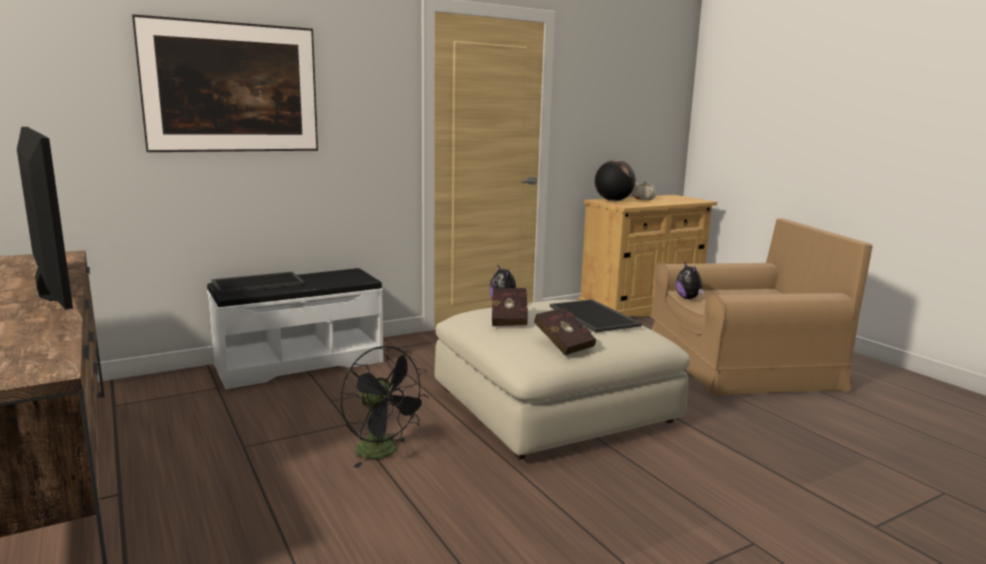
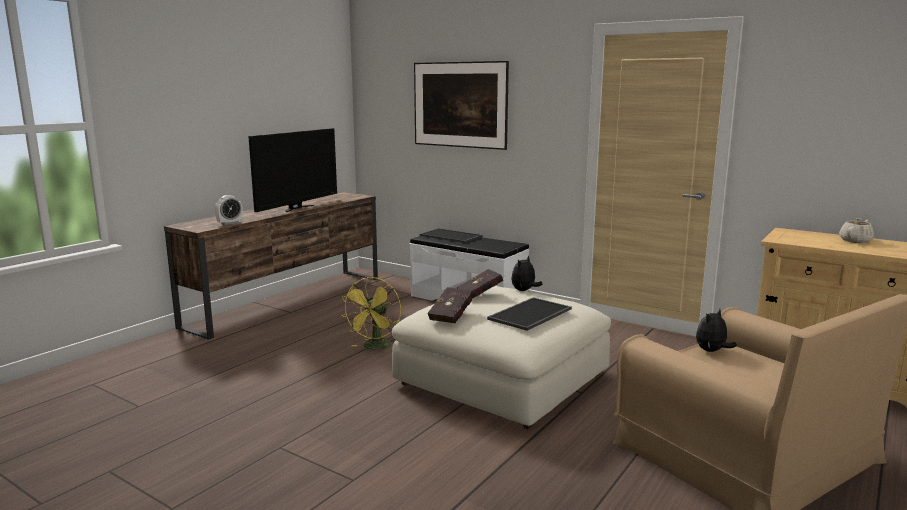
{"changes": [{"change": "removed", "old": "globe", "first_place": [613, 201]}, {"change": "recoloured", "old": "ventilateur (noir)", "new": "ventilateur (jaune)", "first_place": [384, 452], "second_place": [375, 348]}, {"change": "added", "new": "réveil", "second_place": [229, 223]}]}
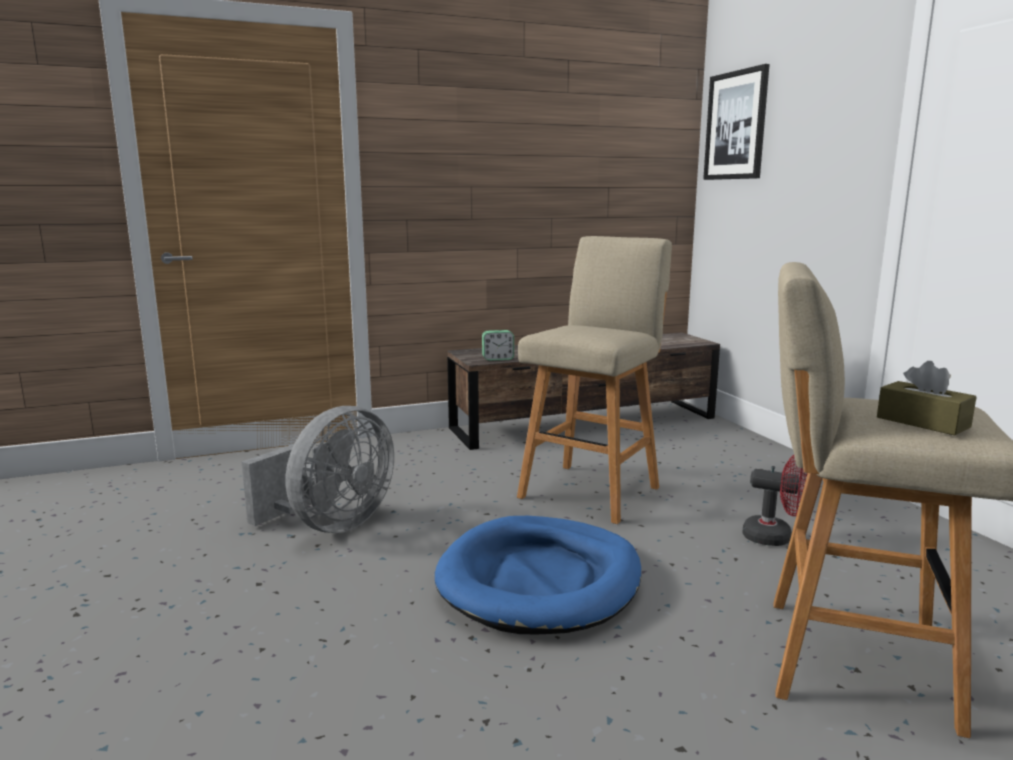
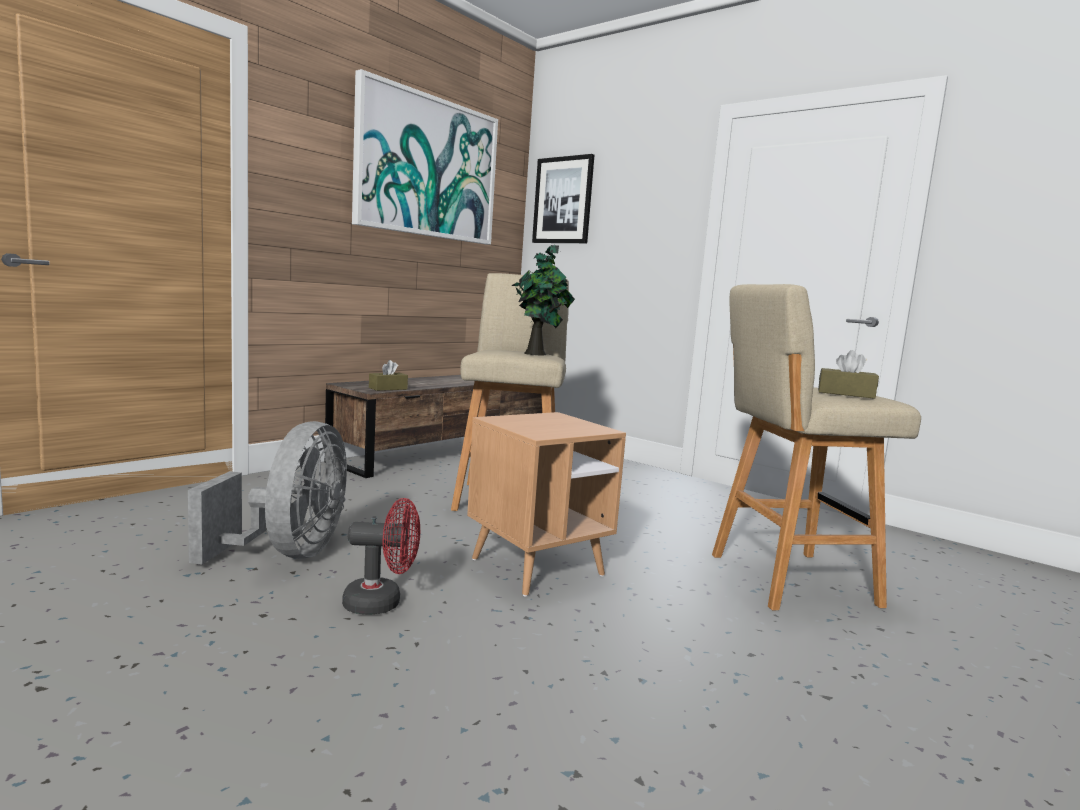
{"changes": [{"change": "replaced", "old": "réveil", "new": "boîte à mouchoirs (marron)", "first_place": [498, 359], "second_place": [388, 388]}, {"change": "moved", "old": "ventilateur (rouge)", "first_place": [775, 537], "second_place": [382, 603]}, {"change": "replaced", "old": "panier pour chien (bleu)", "new": "table d'appoint (marron)", "first_place": [540, 580], "second_place": [537, 567]}, {"change": "added", "new": "tableau", "second_place": [428, 167]}, {"change": "added", "new": "plante en pot", "second_place": [537, 354]}]}
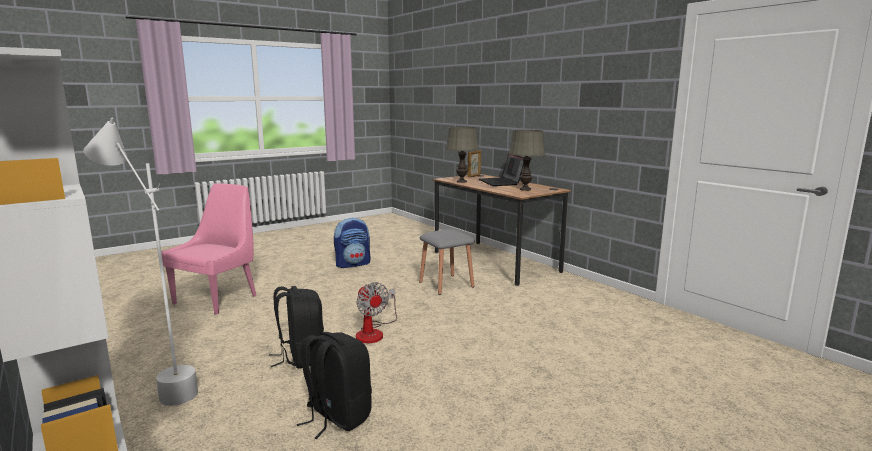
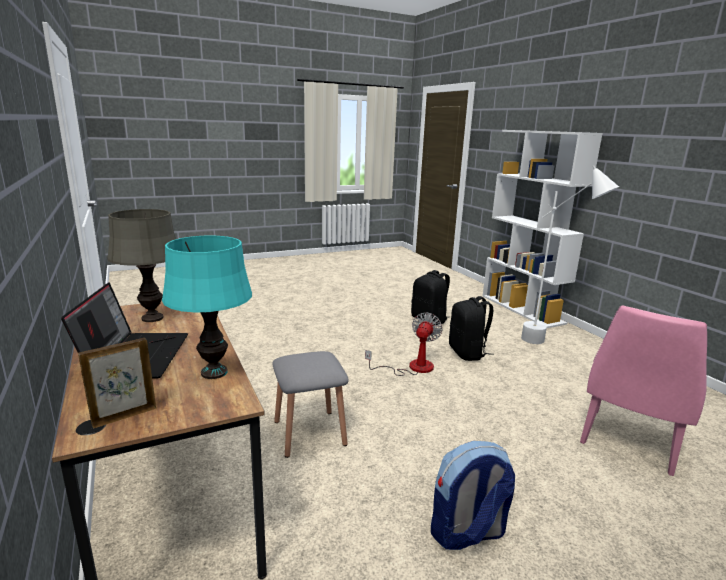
{"changes": [{"change": "recoloured", "old": "lampe de table (gris)", "new": "lampe de table (turquoise)", "first_place": [461, 181], "second_place": [214, 373]}, {"change": "turned", "old": "ventilateur", "first_place": [374, 332], "second_place": [412, 368], "degrees": 45}]}
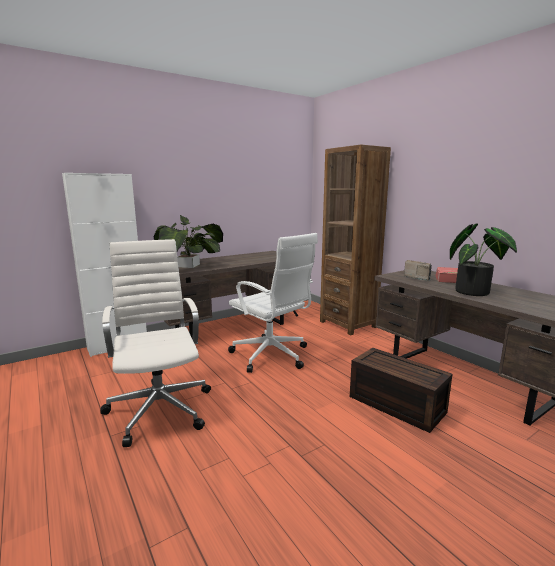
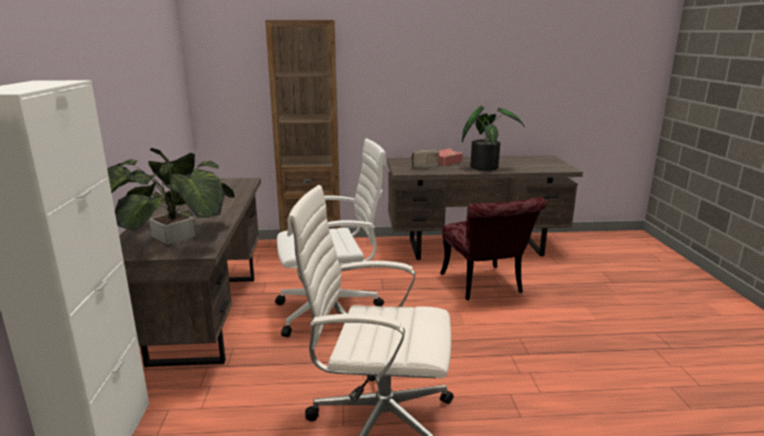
{"changes": [{"change": "replaced", "old": "boîte de rangement (marron)", "new": "chaise (rouge)", "first_place": [394, 404], "second_place": [485, 287]}]}
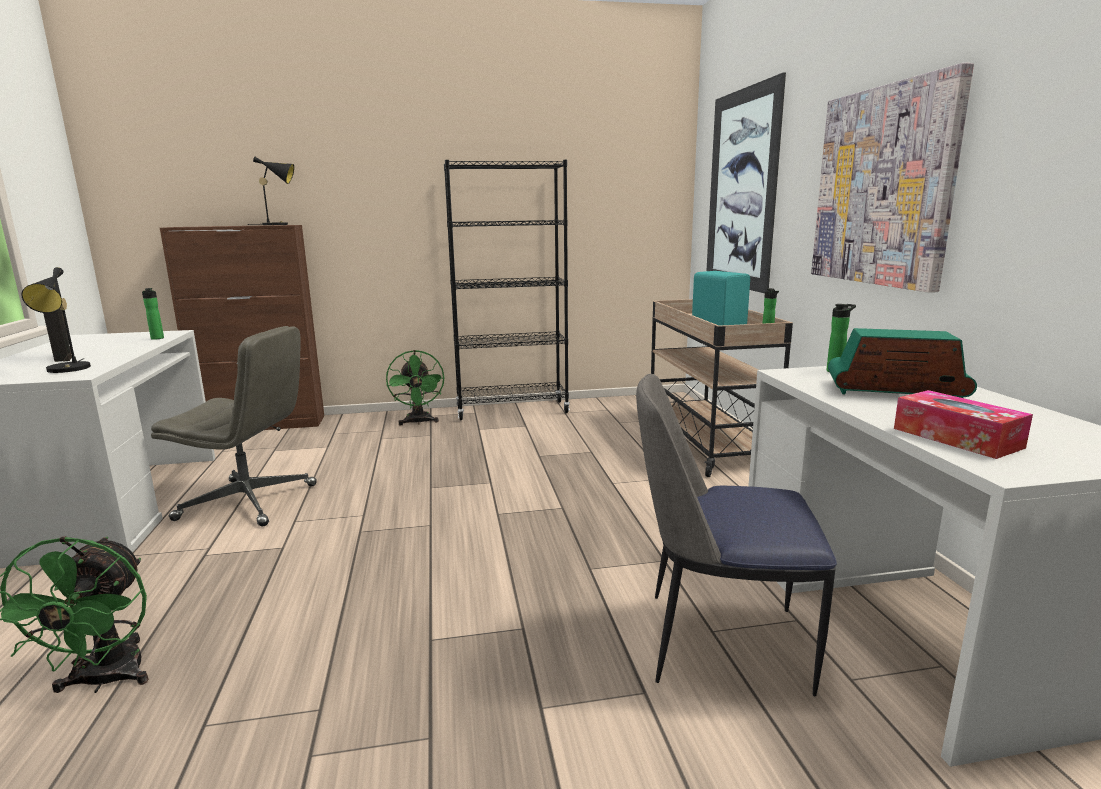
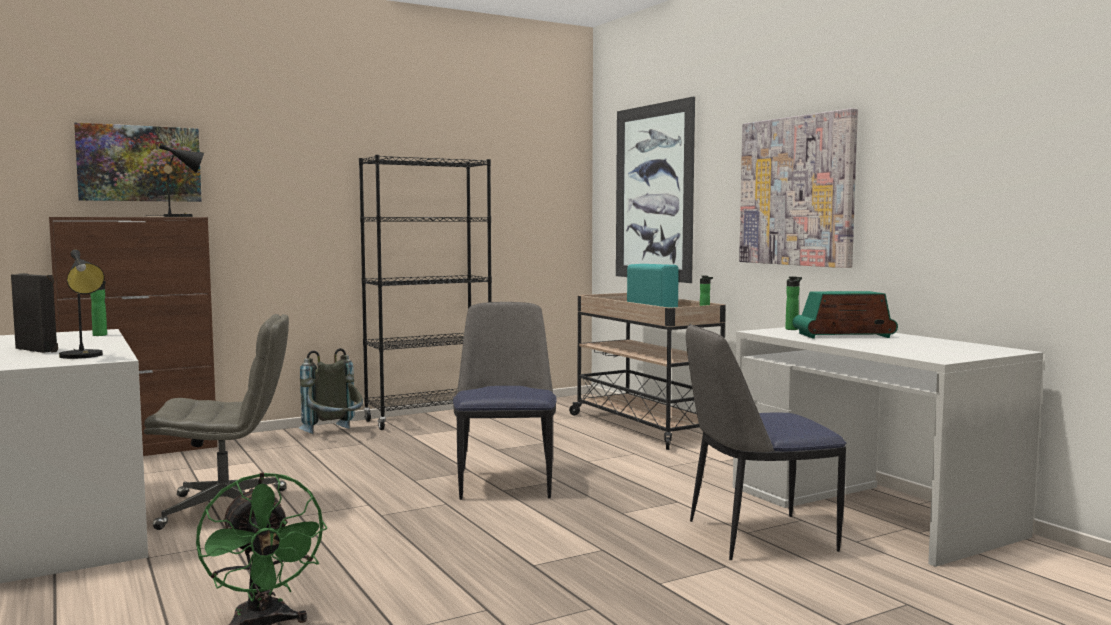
{"changes": [{"change": "replaced", "old": "ventilateur (vert)", "new": "sac à dos (gris)", "first_place": [418, 422], "second_place": [335, 435]}, {"change": "removed", "old": "boîte à mouchoirs", "first_place": [956, 438]}, {"change": "added", "new": "tableau", "second_place": [139, 163]}, {"change": "added", "new": "chaise", "second_place": [505, 482]}]}
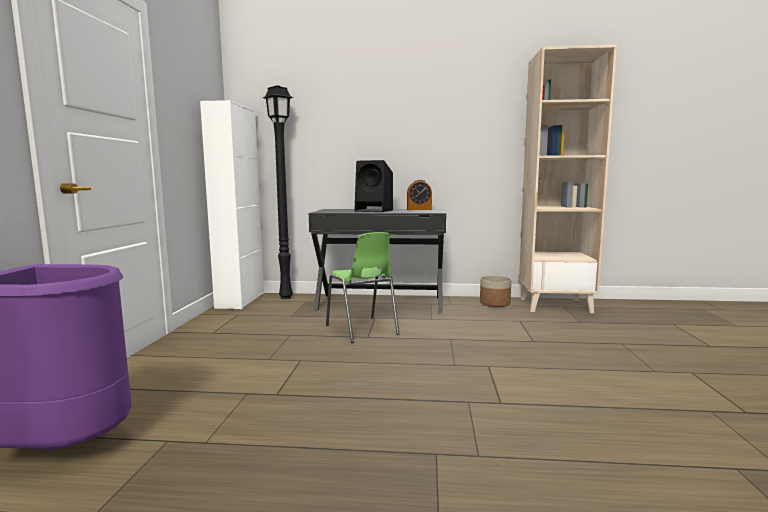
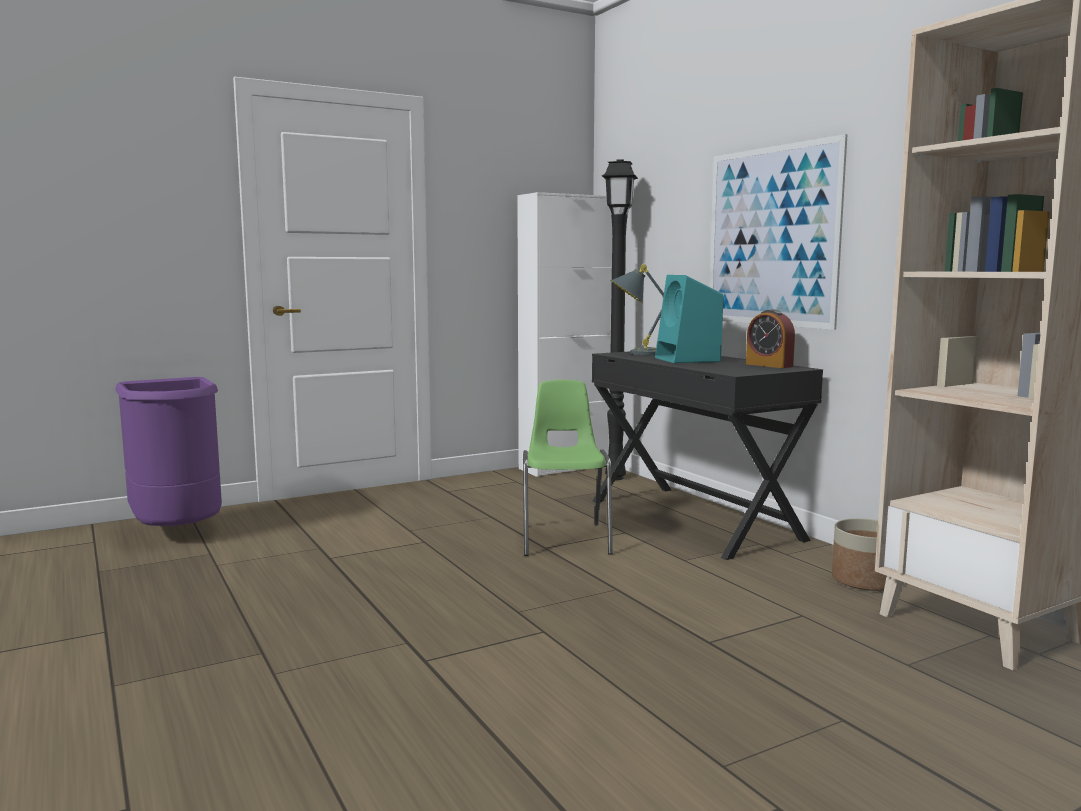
{"changes": [{"change": "recoloured", "old": "enceinte (noir)", "new": "enceinte (turquoise)", "first_place": [375, 211], "second_place": [688, 360]}, {"change": "turned", "old": "chaise (vert)", "first_place": [362, 330], "second_place": [565, 539], "degrees": 150}, {"change": "added", "new": "tableau", "second_place": [771, 236]}, {"change": "added", "new": "lampe de table (gris)", "second_place": [633, 353]}]}
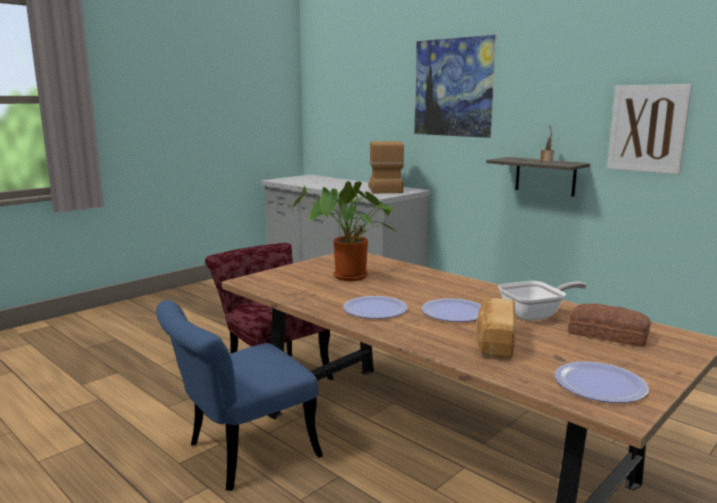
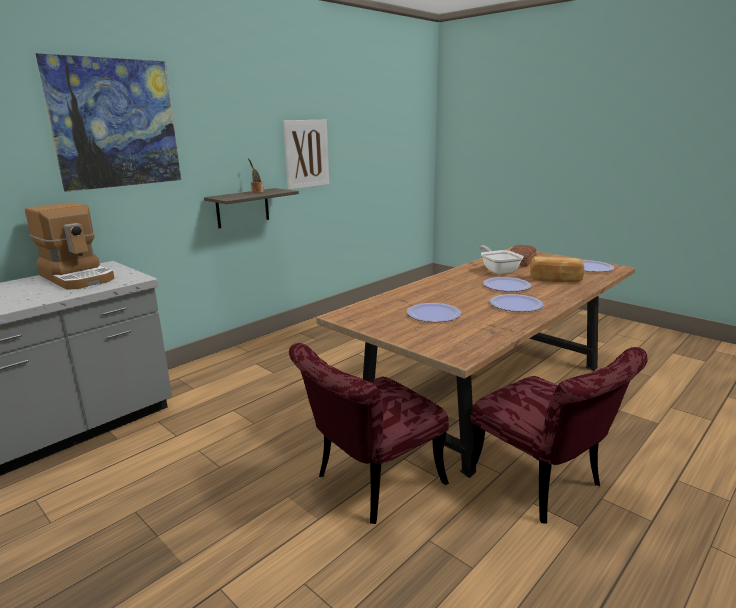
{"changes": [{"change": "turned", "old": "machine à café", "first_place": [384, 189], "second_place": [78, 277], "degrees": -135}, {"change": "replaced", "old": "plante en pot", "new": "assiette", "first_place": [348, 278], "second_place": [433, 314]}, {"change": "recoloured", "old": "chaise (bleu)", "new": "chaise (rouge)", "first_place": [240, 454], "second_place": [544, 486]}]}
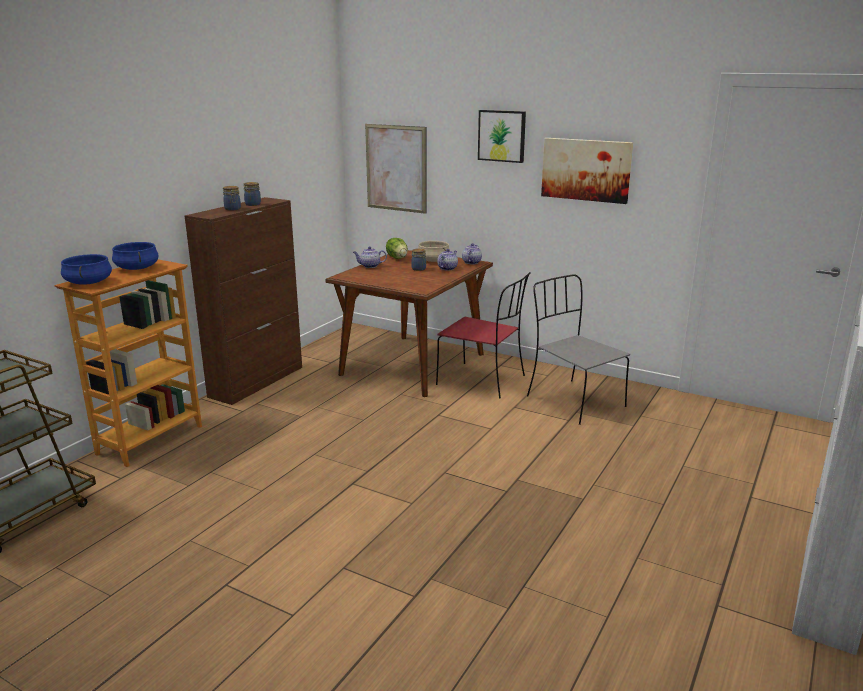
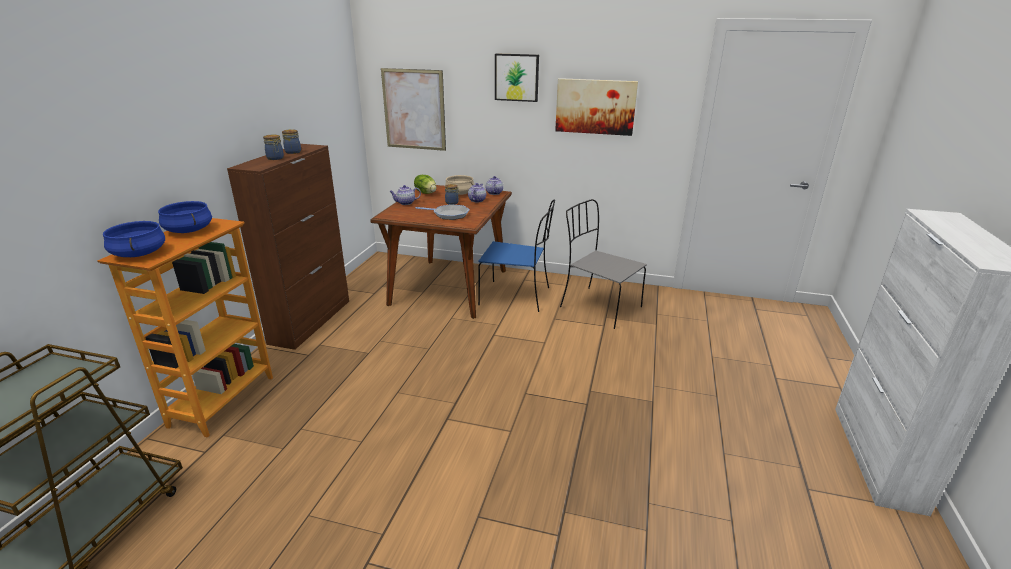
{"changes": [{"change": "recoloured", "old": "chaise (rouge)", "new": "chaise (bleu)", "first_place": [483, 381], "second_place": [516, 296]}, {"change": "added", "new": "poêle", "second_place": [449, 215]}]}
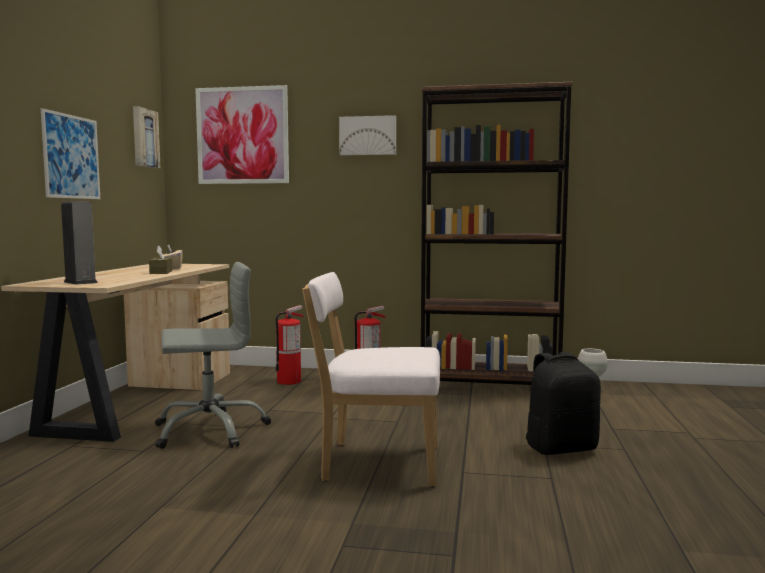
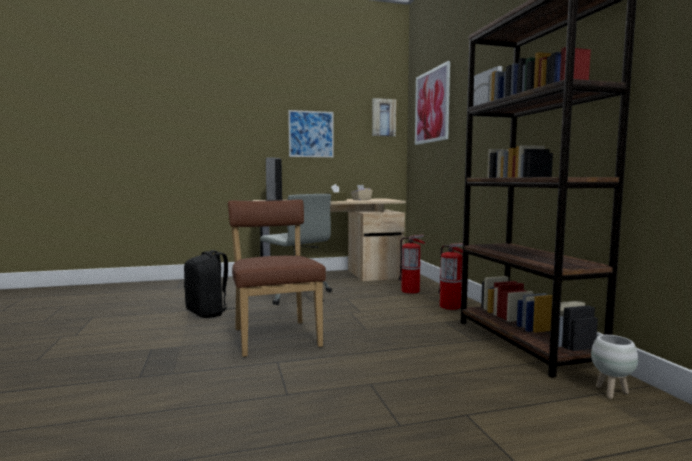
{"changes": [{"change": "recoloured", "old": "chaise (blanc)", "new": "chaise (marron)", "first_place": [375, 463], "second_place": [275, 336]}, {"change": "moved", "old": "sac à dos (noir)", "first_place": [561, 448], "second_place": [208, 313]}]}
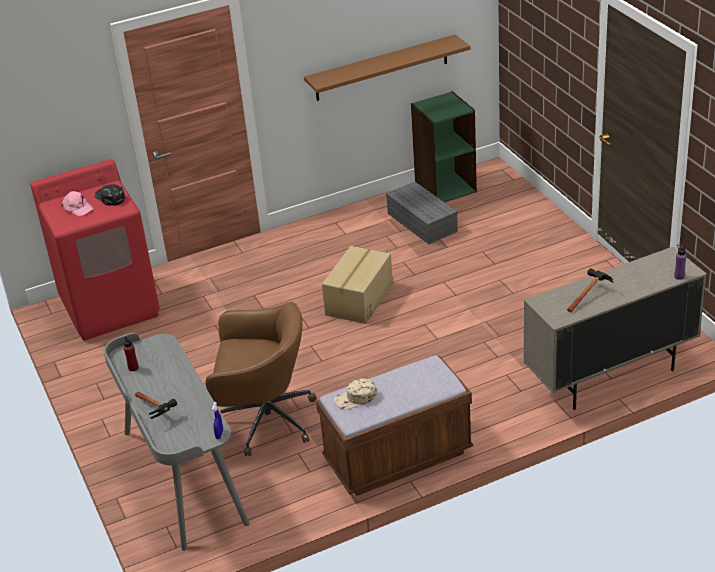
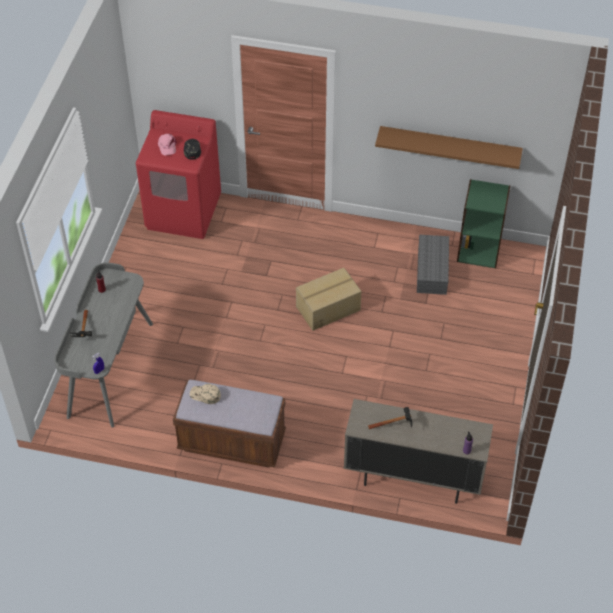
{"changes": [{"change": "removed", "old": "chaise de bureau (marron)", "first_place": [264, 420]}]}
